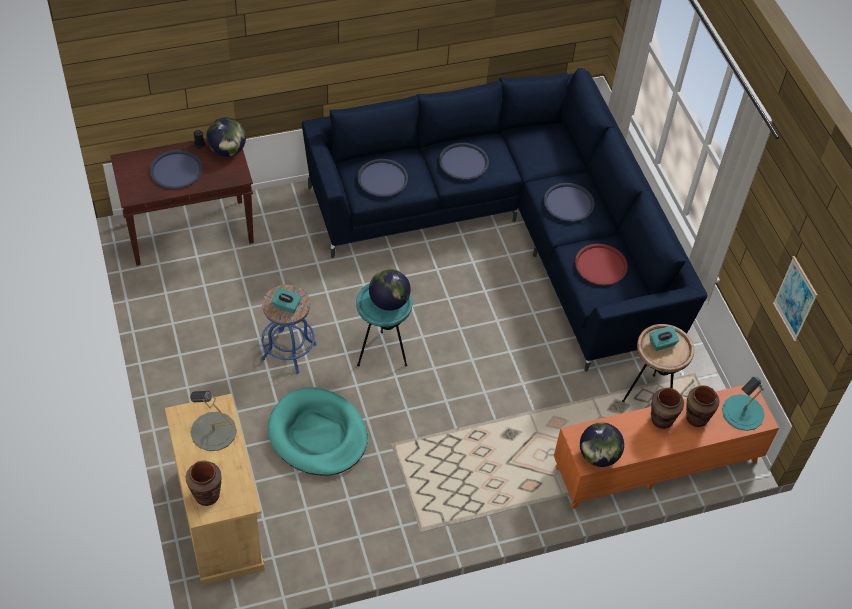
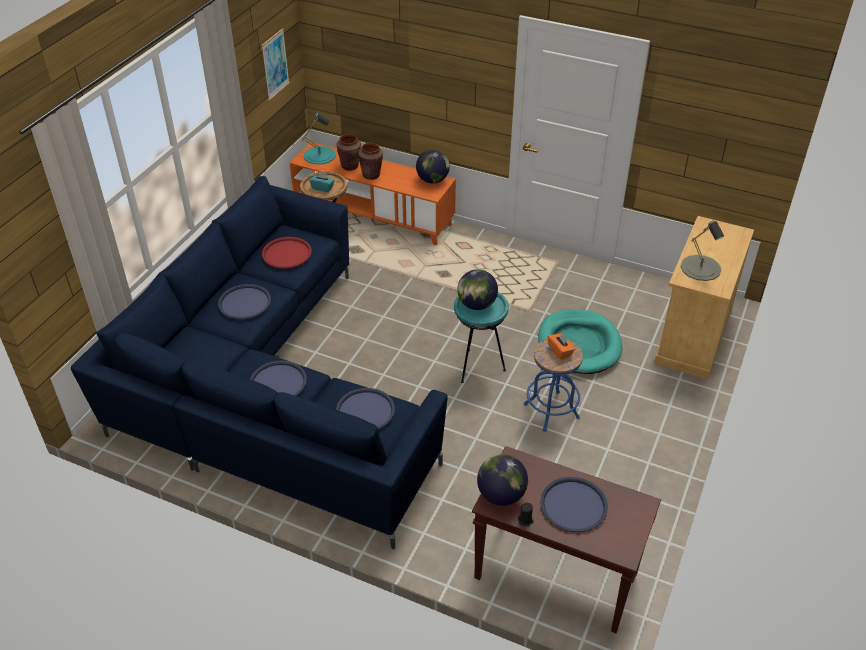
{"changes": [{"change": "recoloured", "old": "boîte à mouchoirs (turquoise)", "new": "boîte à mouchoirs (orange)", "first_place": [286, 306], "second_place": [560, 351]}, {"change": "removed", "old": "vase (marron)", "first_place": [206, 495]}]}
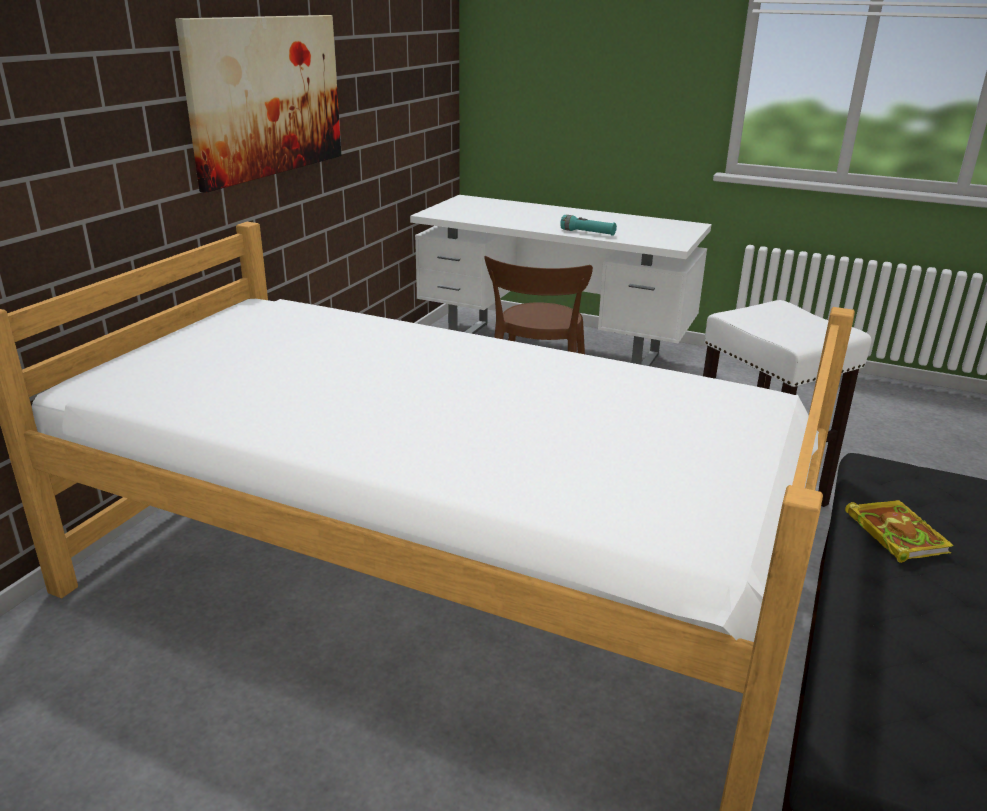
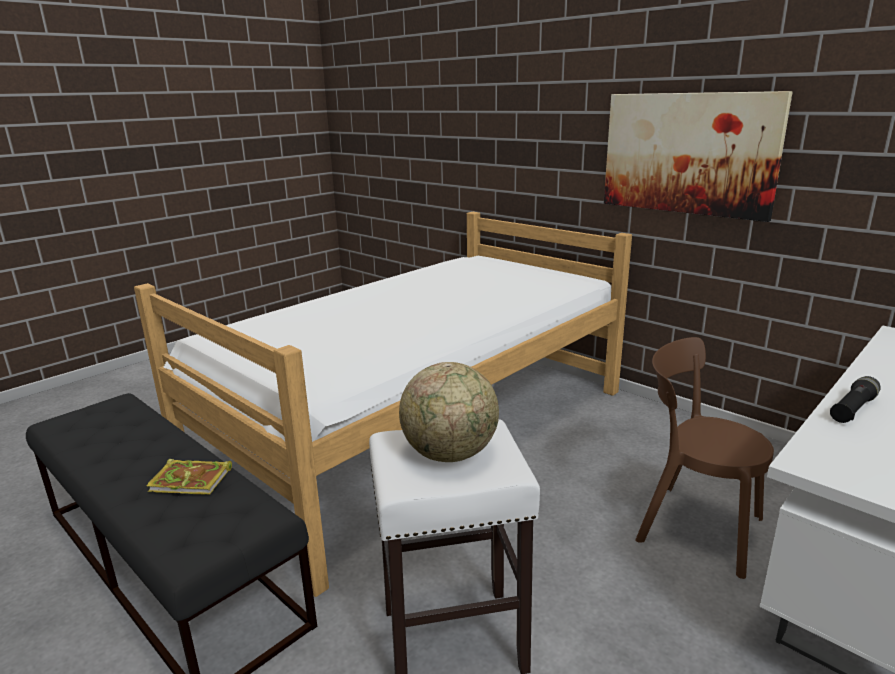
{"changes": [{"change": "recoloured", "old": "lampe de poche (turquoise)", "new": "lampe de poche (noir)", "first_place": [587, 233], "second_place": [852, 409]}, {"change": "added", "new": "globe", "second_place": [450, 454]}]}
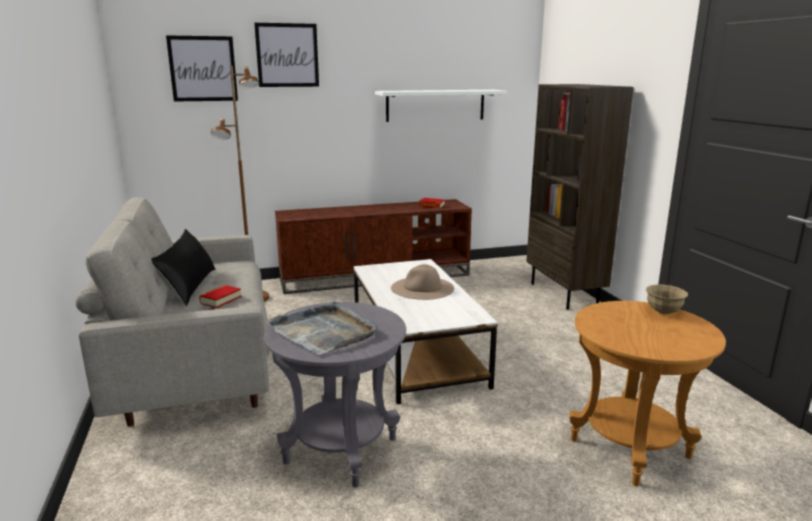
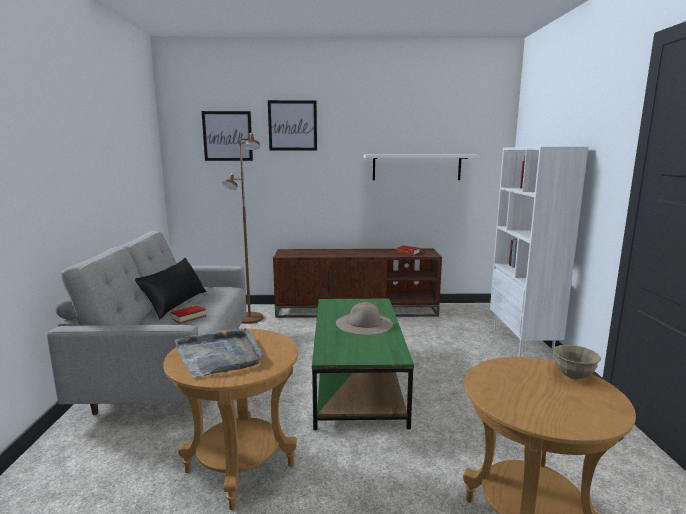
{"changes": [{"change": "recoloured", "old": "bibliothèque (marron)", "new": "bibliothèque (blanc)", "first_place": [564, 294], "second_place": [522, 343]}, {"change": "recoloured", "old": "table basse (blanc)", "new": "table basse (vert)", "first_place": [415, 351], "second_place": [356, 380]}, {"change": "recoloured", "old": "table d'appoint (gris)", "new": "table d'appoint (marron)", "first_place": [341, 450], "second_place": [240, 468]}]}
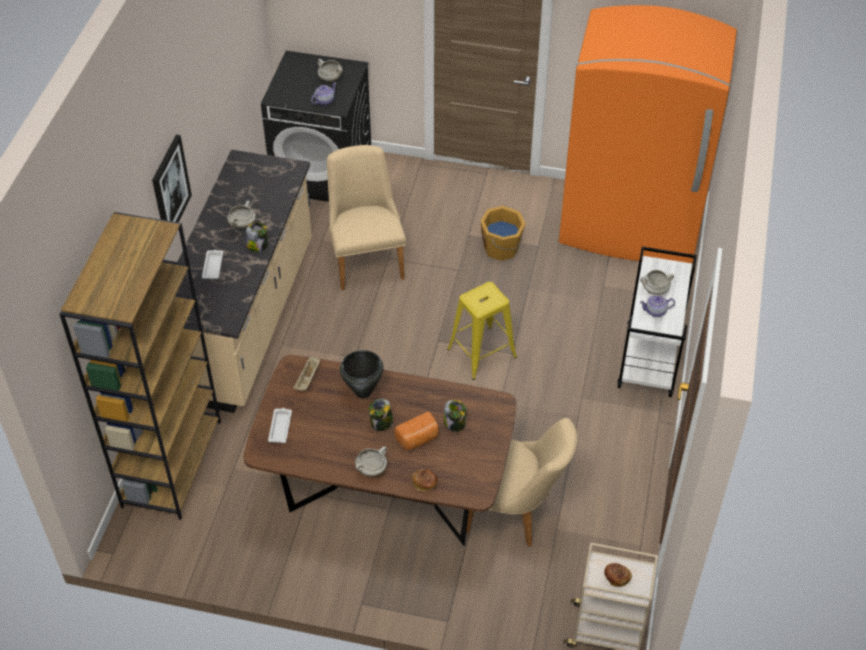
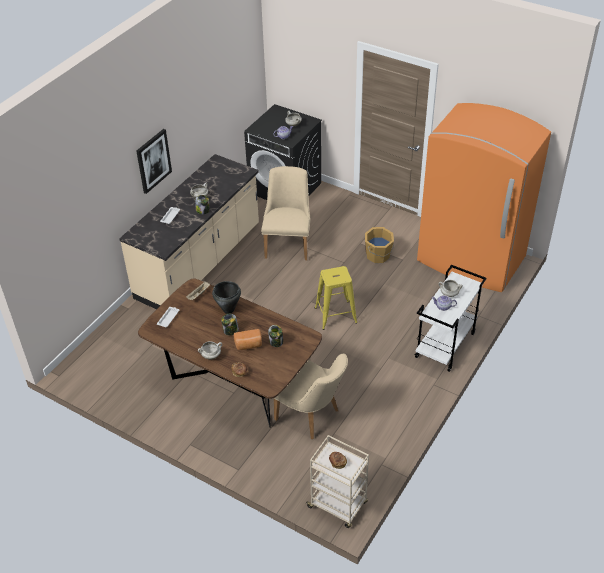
{"changes": [{"change": "removed", "old": "bibliothèque (marron)", "first_place": [171, 462]}]}
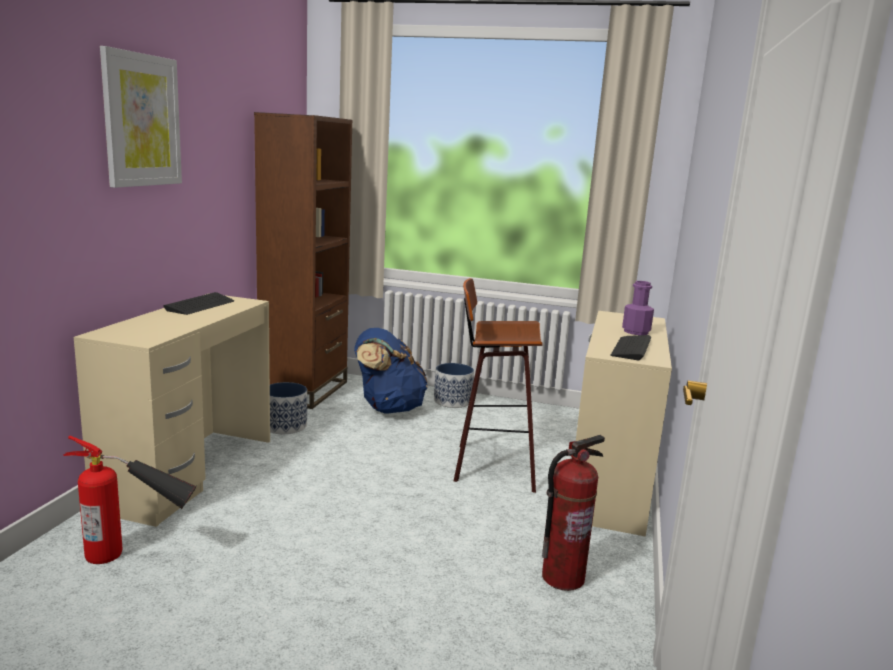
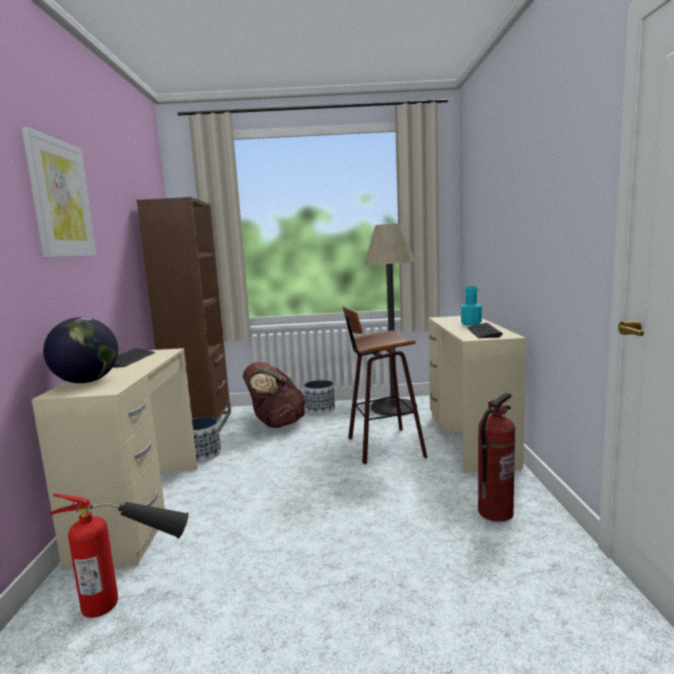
{"changes": [{"change": "recoloured", "old": "bouteille (violet)", "new": "bouteille (turquoise)", "first_place": [636, 332], "second_place": [471, 324]}, {"change": "recoloured", "old": "sac à dos (bleu)", "new": "sac à dos (marron)", "first_place": [388, 408], "second_place": [276, 424]}, {"change": "added", "new": "lampadaire", "second_place": [393, 407]}, {"change": "added", "new": "globe", "second_place": [87, 381]}]}
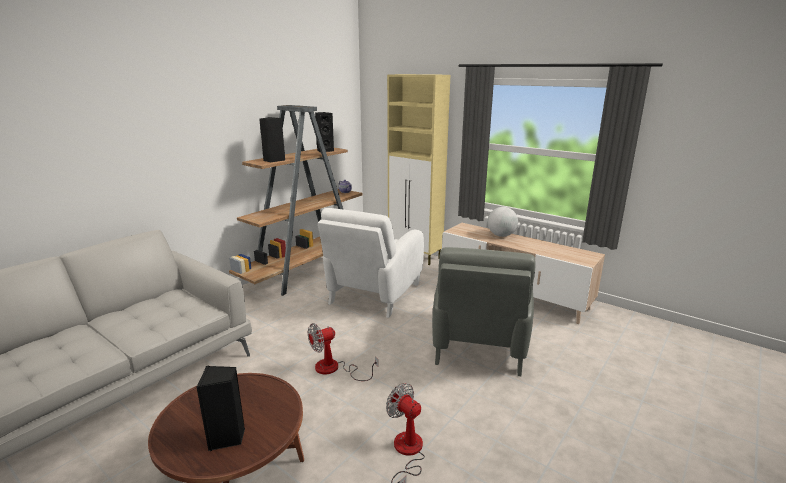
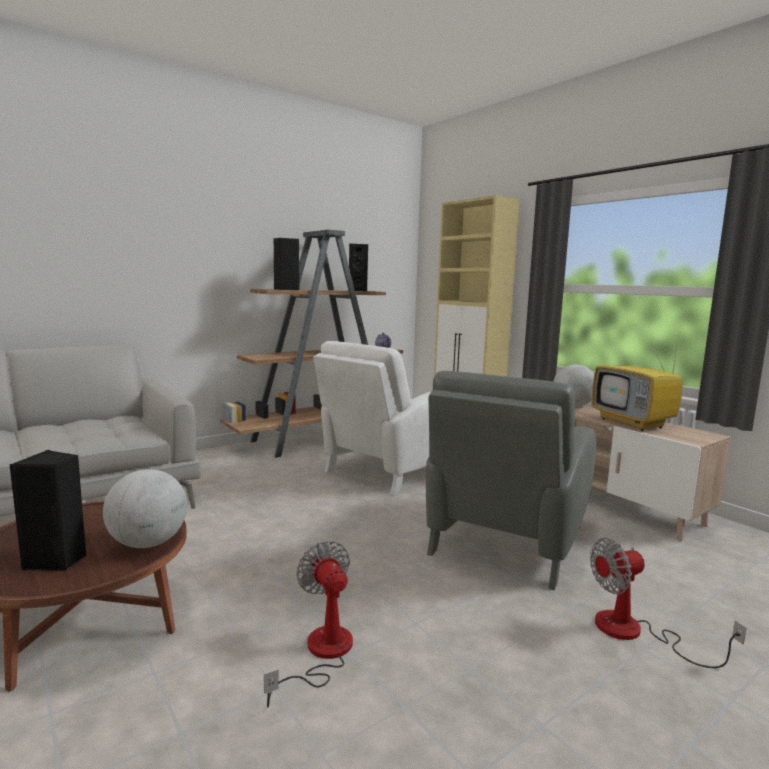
{"changes": [{"change": "moved", "old": "ventilateur", "first_place": [334, 369], "second_place": [635, 633]}, {"change": "added", "new": "téléviseur", "second_place": [633, 423]}, {"change": "added", "new": "globe", "second_place": [148, 543]}]}
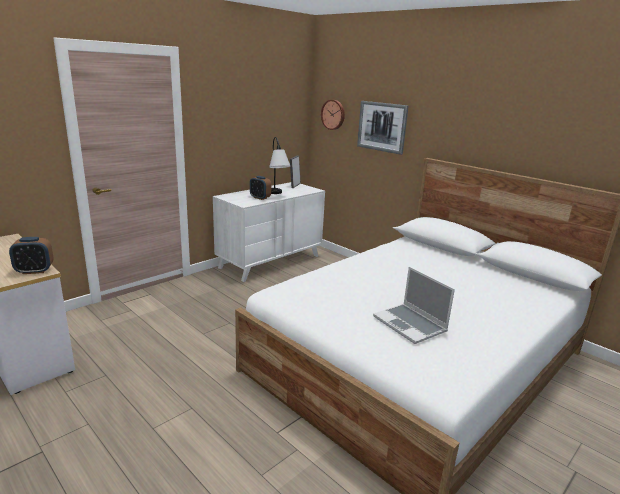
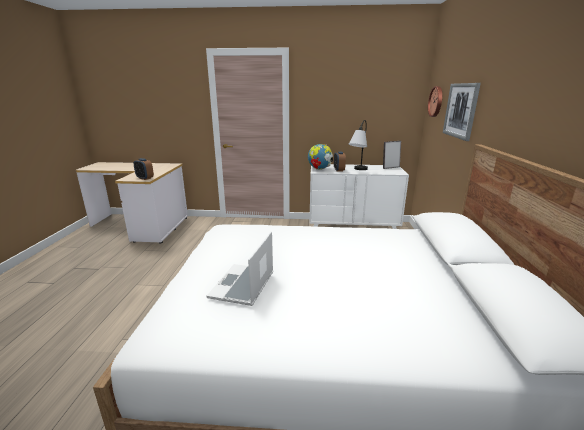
{"changes": [{"change": "added", "new": "globe", "second_place": [319, 169]}]}
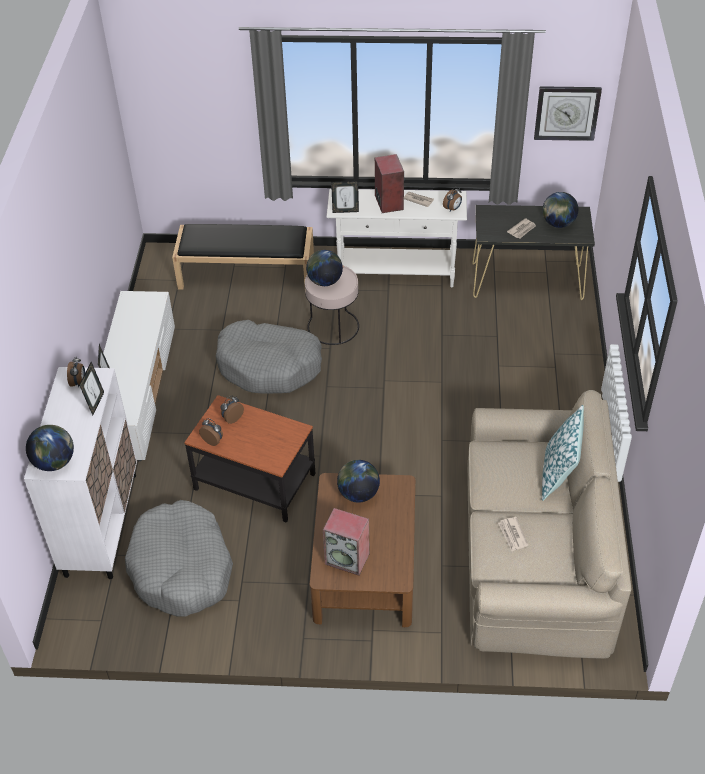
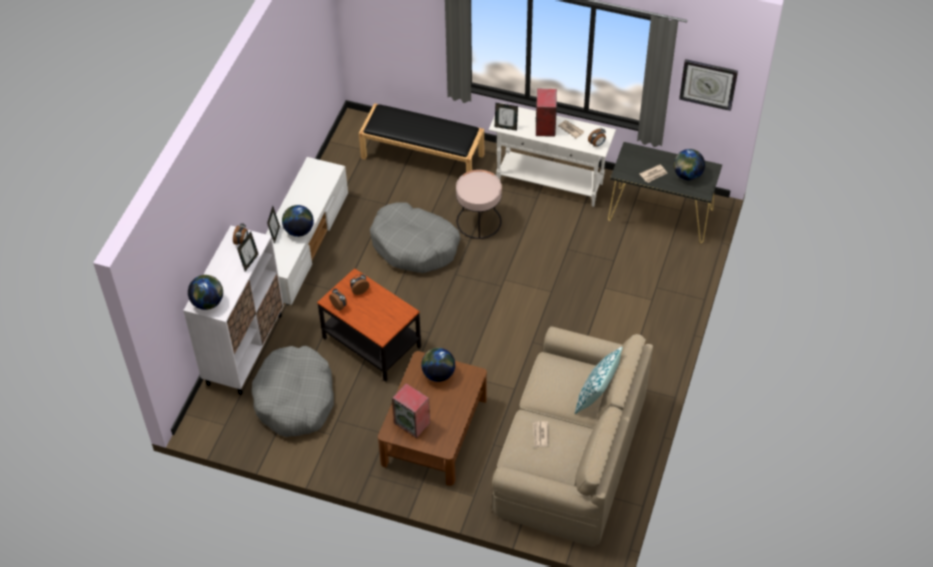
{"changes": [{"change": "moved", "old": "globe", "first_place": [324, 281], "second_place": [299, 230]}]}
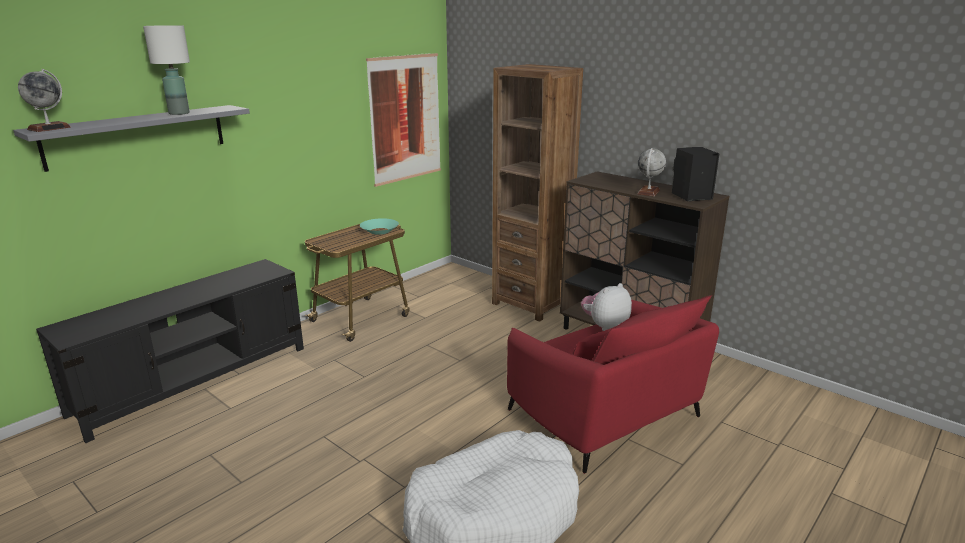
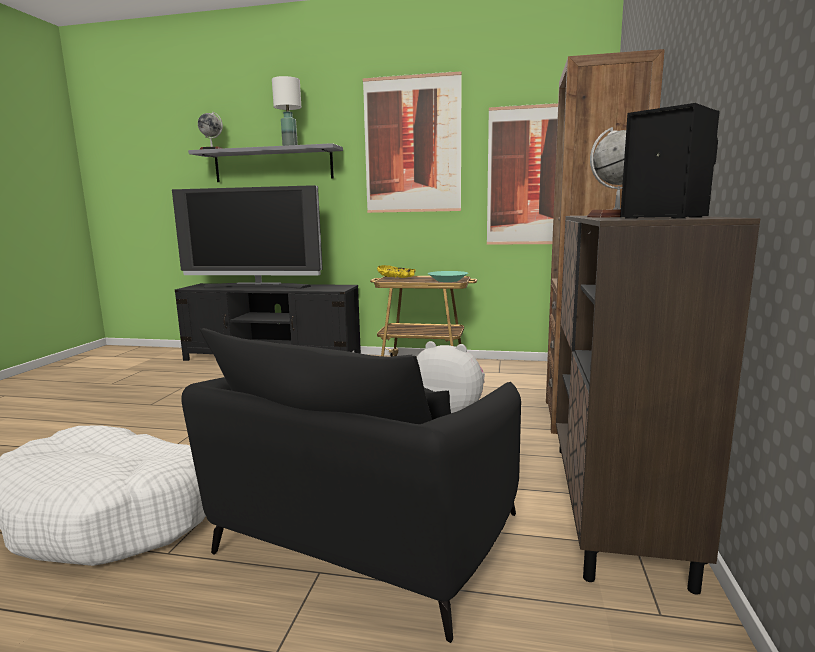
{"changes": [{"change": "recoloured", "old": "fauteuil (rouge)", "new": "fauteuil (noir)", "first_place": [604, 415], "second_place": [367, 535]}, {"change": "added", "new": "tableau", "second_place": [412, 145]}, {"change": "added", "new": "téléviseur", "second_place": [256, 286]}, {"change": "added", "new": "bol (jaune)", "second_place": [395, 277]}]}
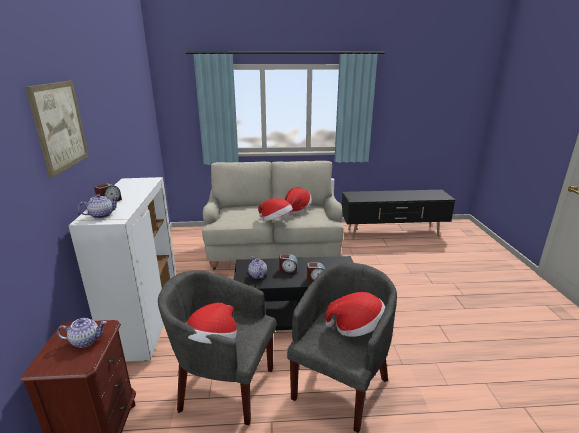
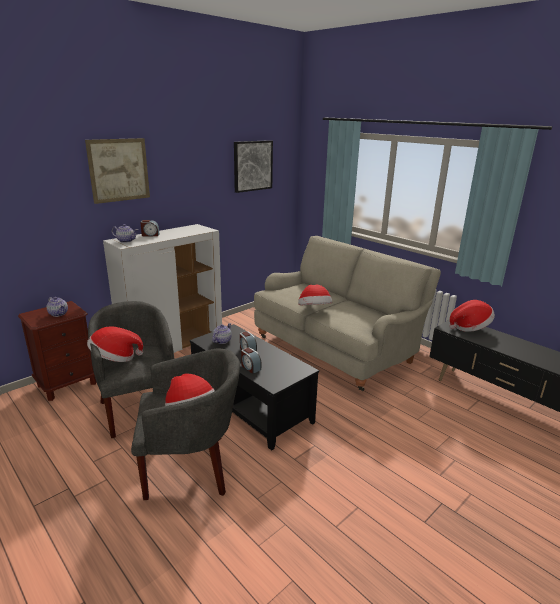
{"changes": [{"change": "moved", "old": "chapeau", "first_place": [296, 210], "second_place": [470, 327]}, {"change": "added", "new": "tableau", "second_place": [252, 166]}]}
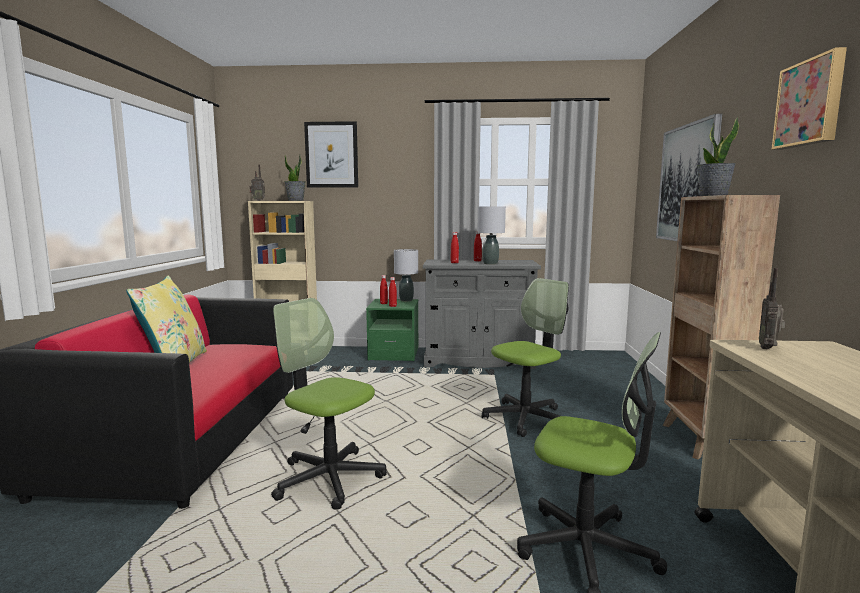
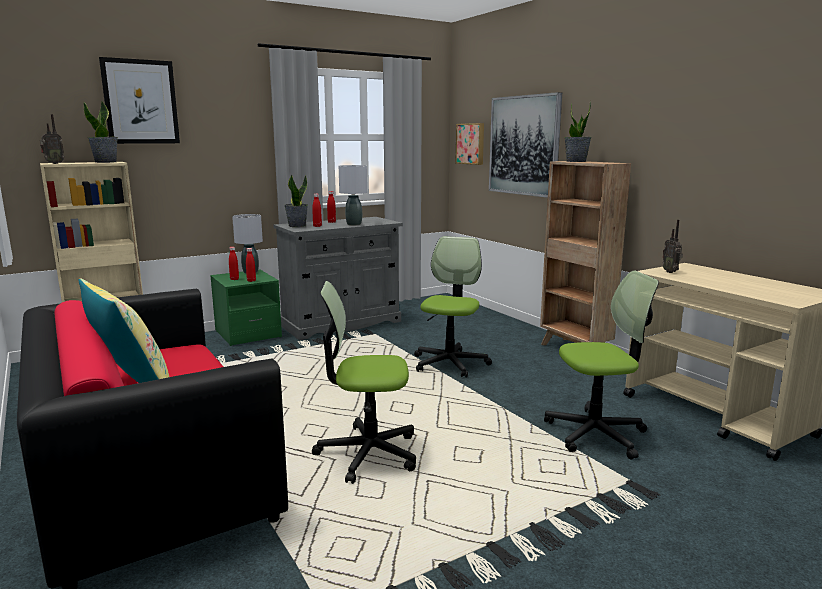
{"changes": [{"change": "moved", "old": "tableau", "first_place": [810, 103], "second_place": [471, 144]}, {"change": "added", "new": "plante en pot", "second_place": [297, 226]}]}
